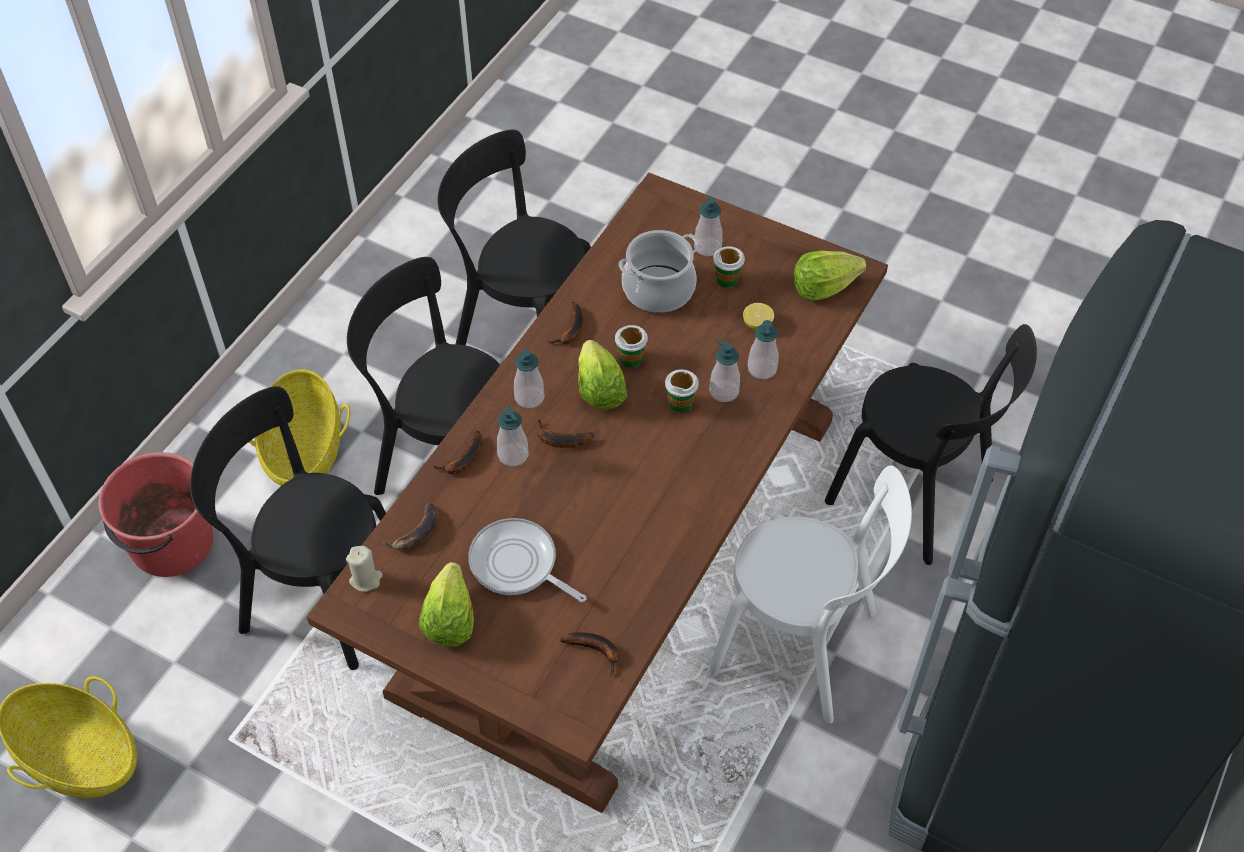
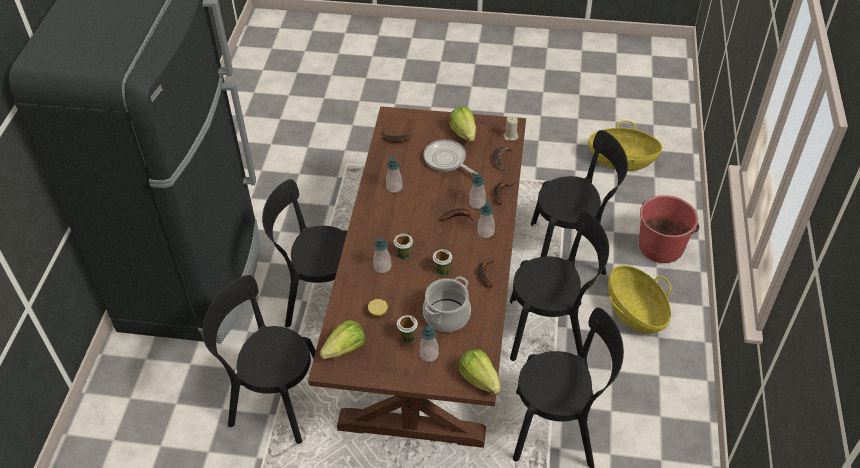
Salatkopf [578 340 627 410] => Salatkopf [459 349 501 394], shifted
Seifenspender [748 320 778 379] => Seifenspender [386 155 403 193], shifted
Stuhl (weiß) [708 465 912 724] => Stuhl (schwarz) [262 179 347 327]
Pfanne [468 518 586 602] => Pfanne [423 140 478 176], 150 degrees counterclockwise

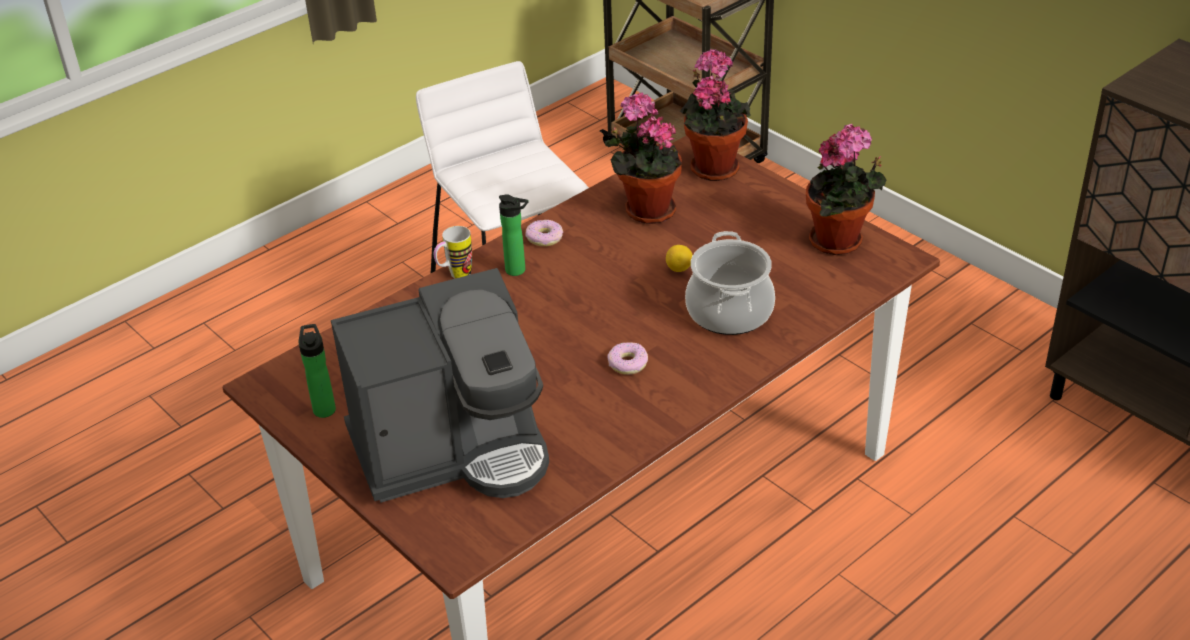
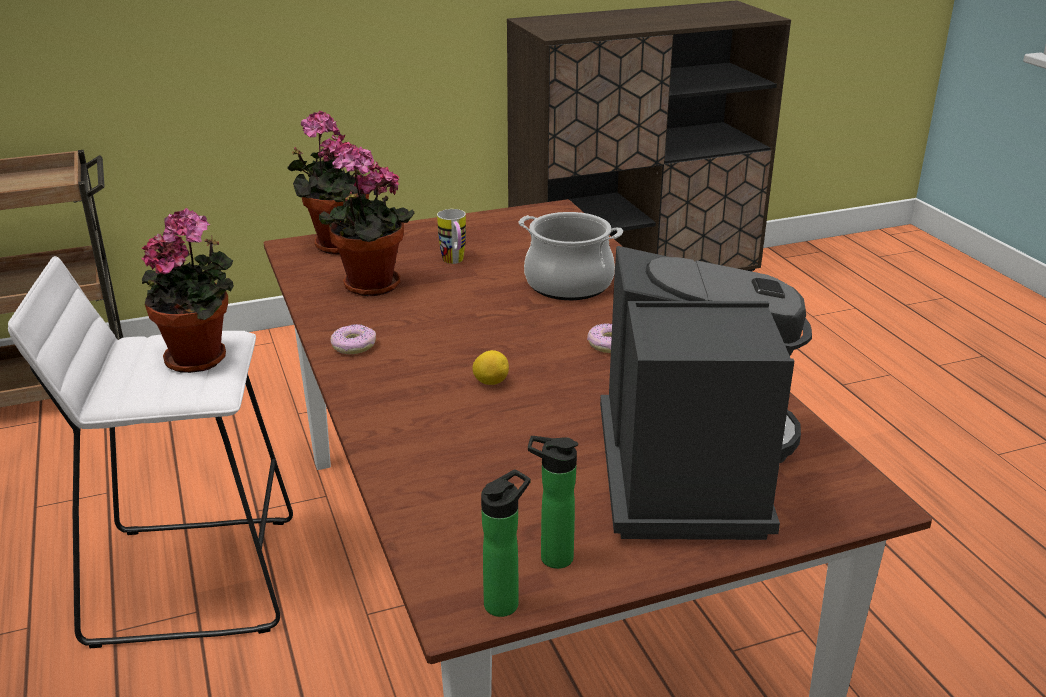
Henkelbecher [434 226 472 279] => Henkelbecher [437 209 466 264], shifted
Flasche [499 194 528 276] => Flasche [481 469 530 617], shifted
Zitrone [666 245 693 272] => Zitrone [473 350 509 385], shifted
Topfpflanze [806 124 887 255] => Topfpflanze [141 208 234 373], shifted

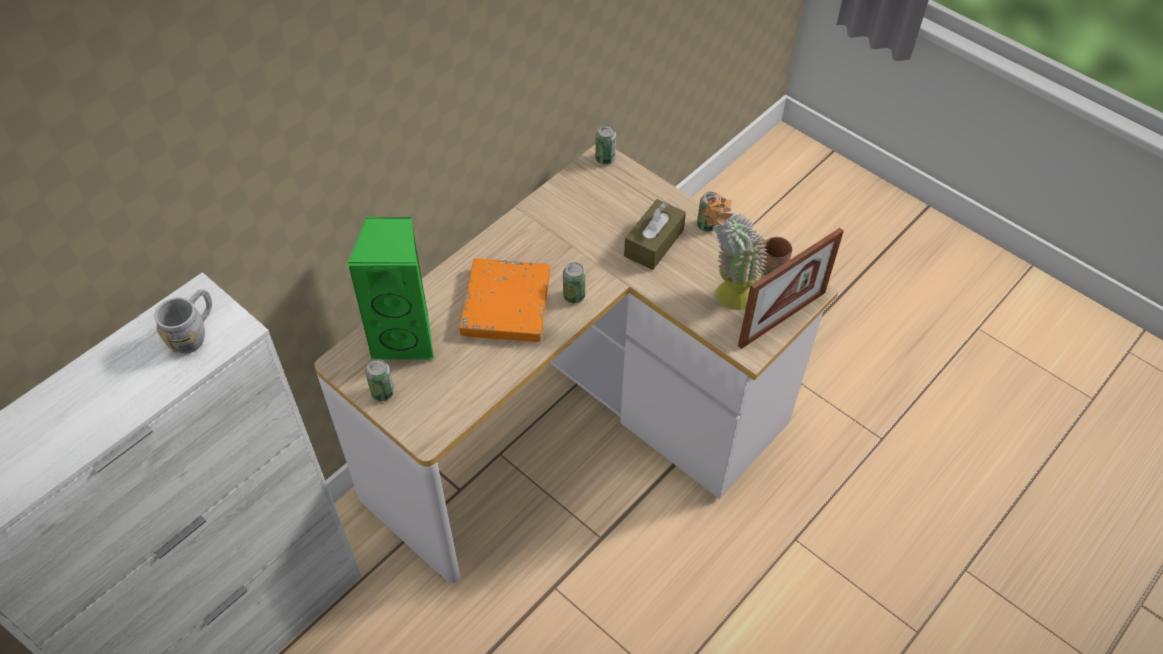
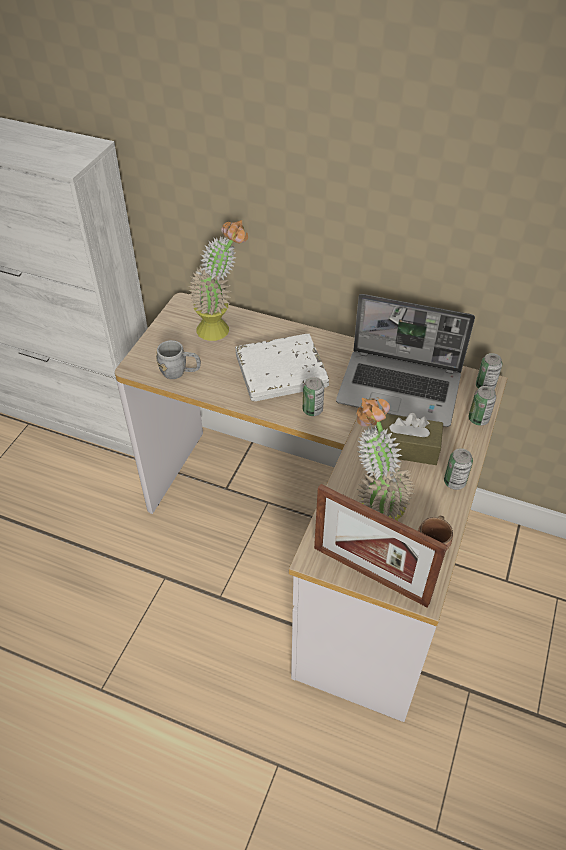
nothing => Laptop [336 294 475 427]
Henkelbecher (grau) [154 289 212 354] => Henkelbecher (grau) [156 340 201 379], shifted
Dose [365 359 395 401] => Dose [469 386 496 426], shifted
Lautsprecher (grün) [347 217 434 359] => Topfpflanze [188 220 248 341]
Buch (orange) [460 258 550 342] => Buch (weiß) [235 334 329 401]

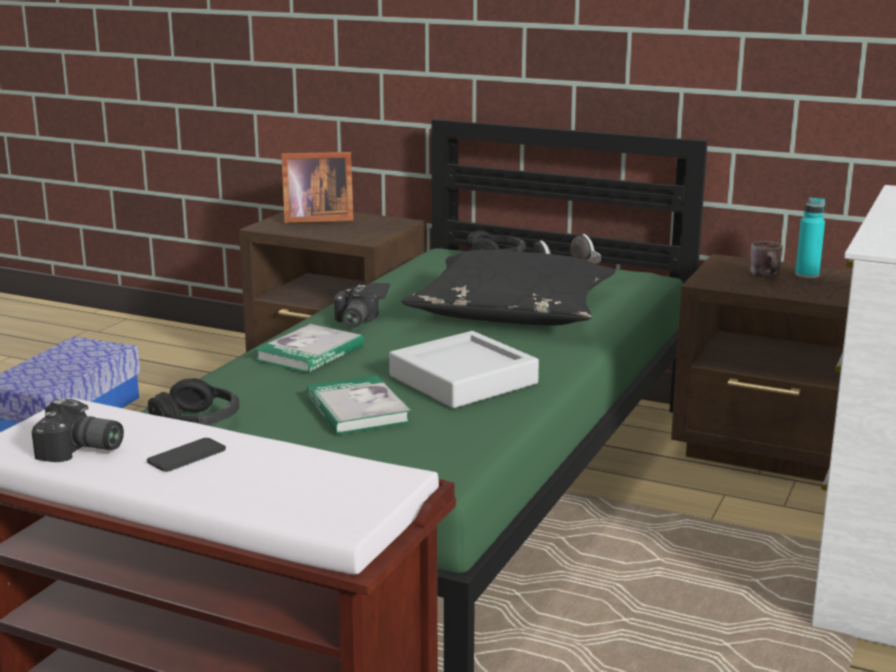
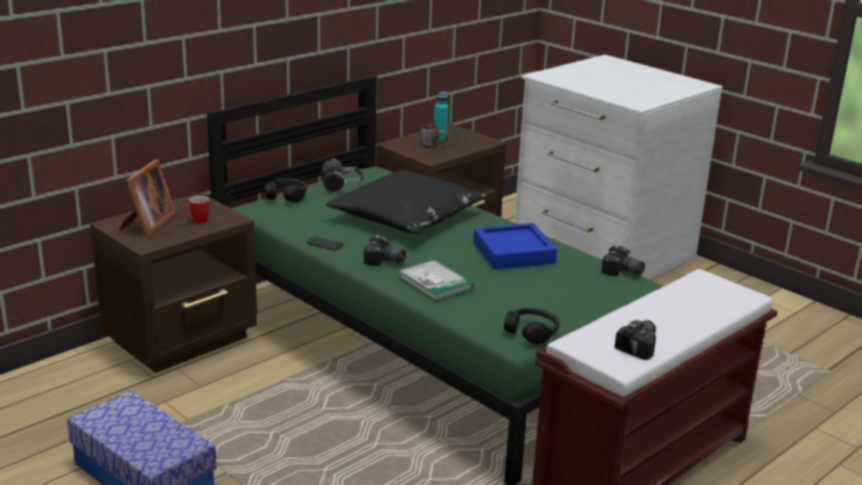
Handy [147 438 226 472] => nothing
Buch [307 375 411 435] => nothing
nothing => Henkelbecher [183 196 209 223]
nothing => Kamera [601 245 645 276]
Tablett (grau) [389 331 539 408] => Tablett (blau) [473 223 557 269]

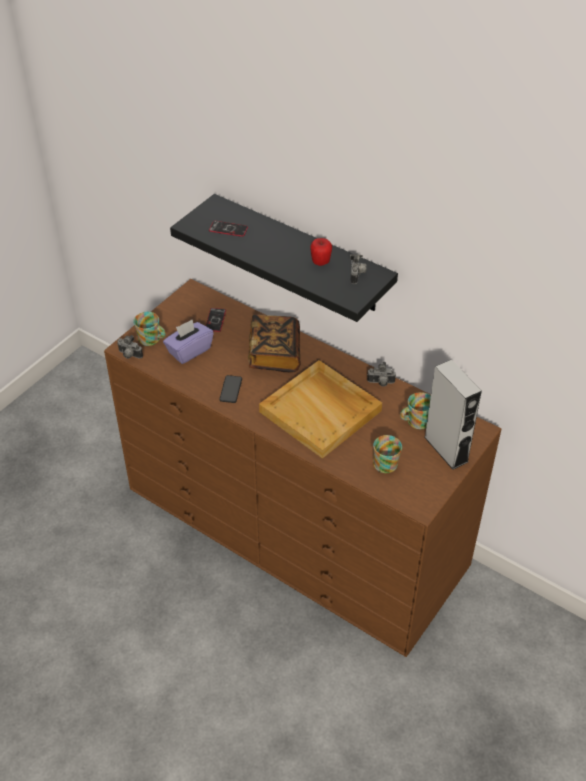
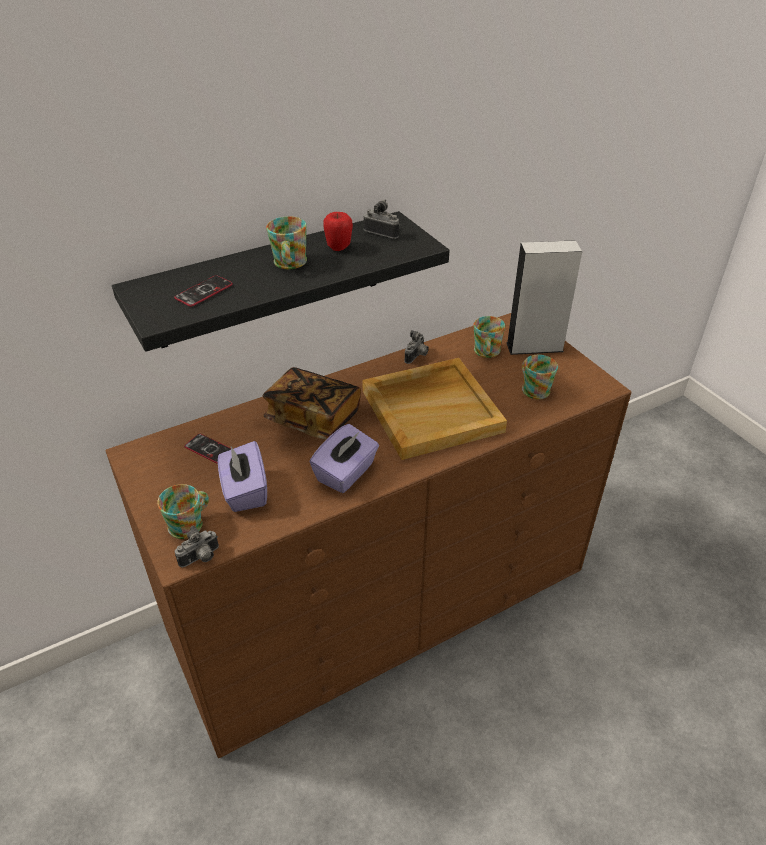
nothing => Henkelbecher [266 216 307 269]
Handy [219 375 242 403] => Taschentuchbox (lila) [310 424 379 493]

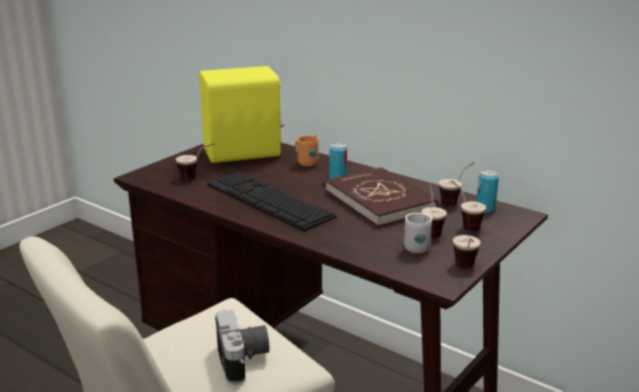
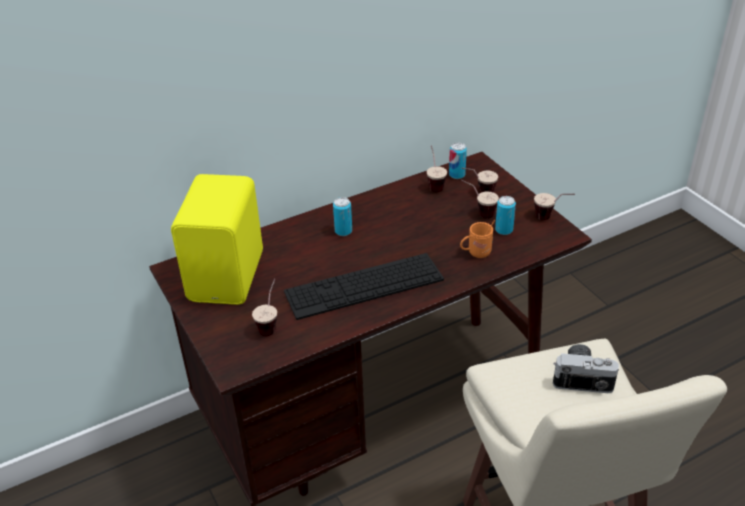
Buch (rot) [326 167 438 227] => nothing
Henkelbecher (orange) [295 135 319 166] => Henkelbecher (orange) [460 220 495 258], shifted
Henkelbecher (weiß) [404 213 432 253] => Dose [495 196 516 235]

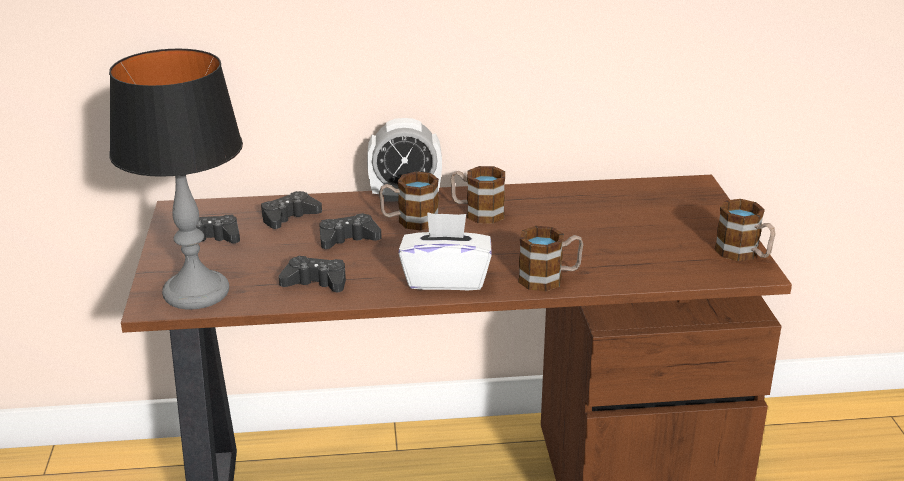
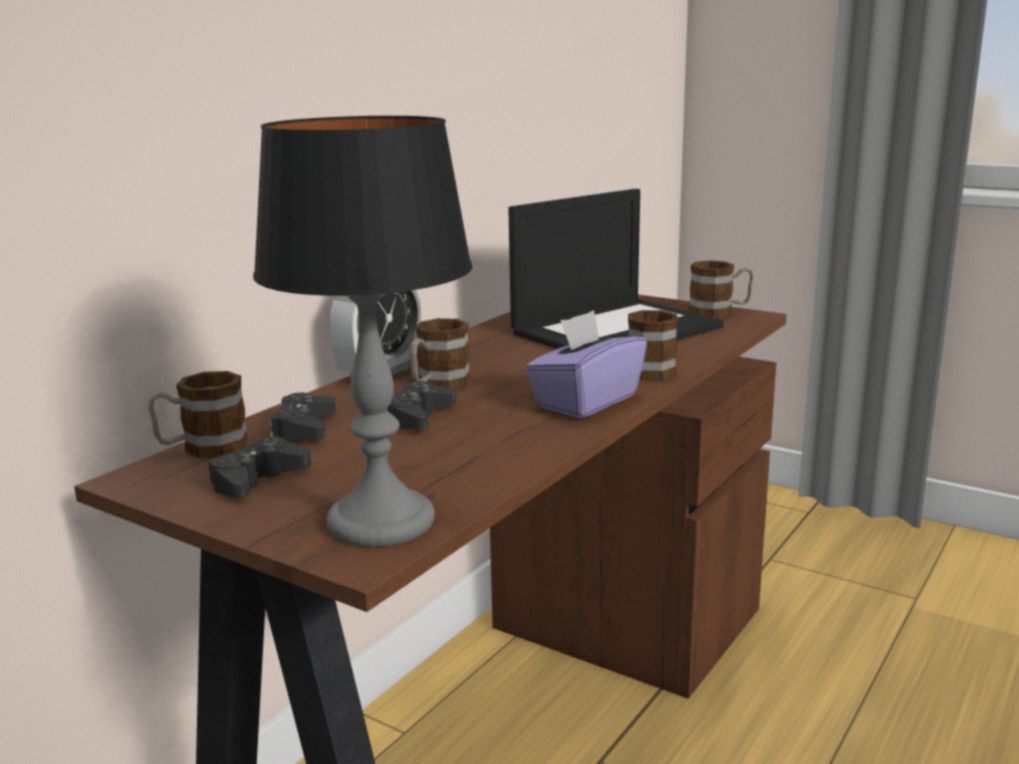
Gamepad (schwarz) [279 256 346 292] => nothing
nothing => Laptop [508 189 724 349]
Henkelbecher [450 166 505 224] => Henkelbecher [148 371 249 458], shifted
Taschentuchbox (weiß) [398 212 492 290] => Taschentuchbox (lila) [525 310 647 418]

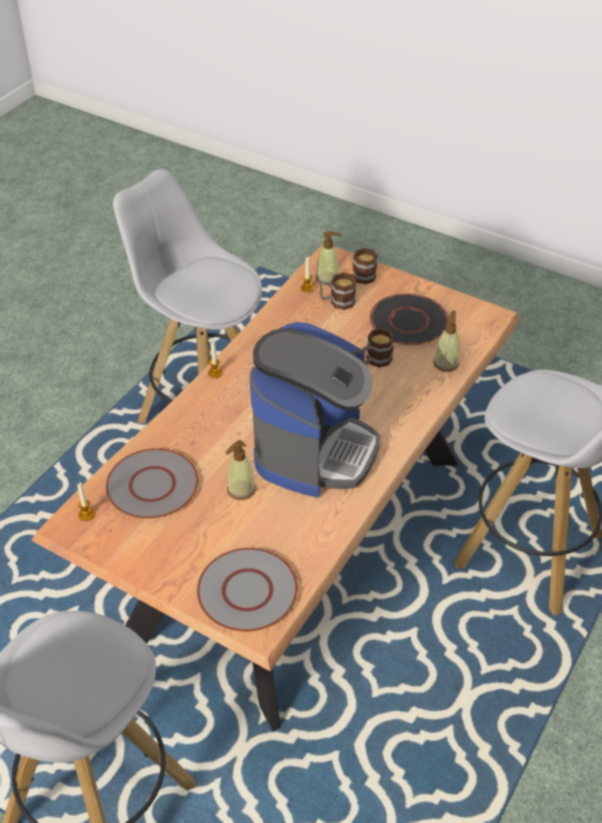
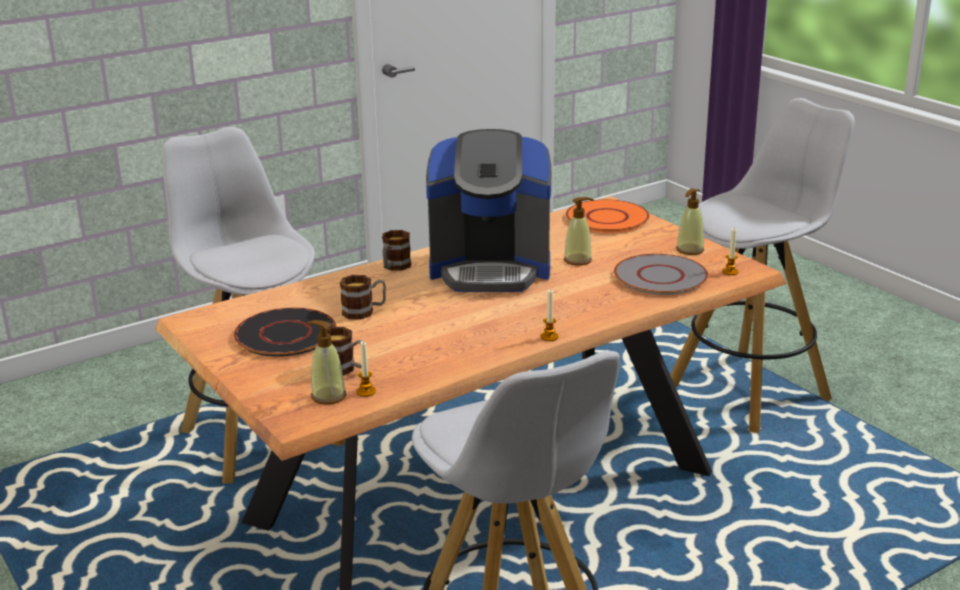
Henkelbecher [353 245 378 284] => Henkelbecher [382 230 411 271], shifted
Seifenspender [433 310 460 372] => Seifenspender [676 188 704 255], shifted
Teller (grau) [197 548 298 632] => Teller (orange) [566 199 650 233]
Kaffeemaschine [250 322 380 498] => Kaffeemaschine [426 129 551 292], 135 degrees counterclockwise

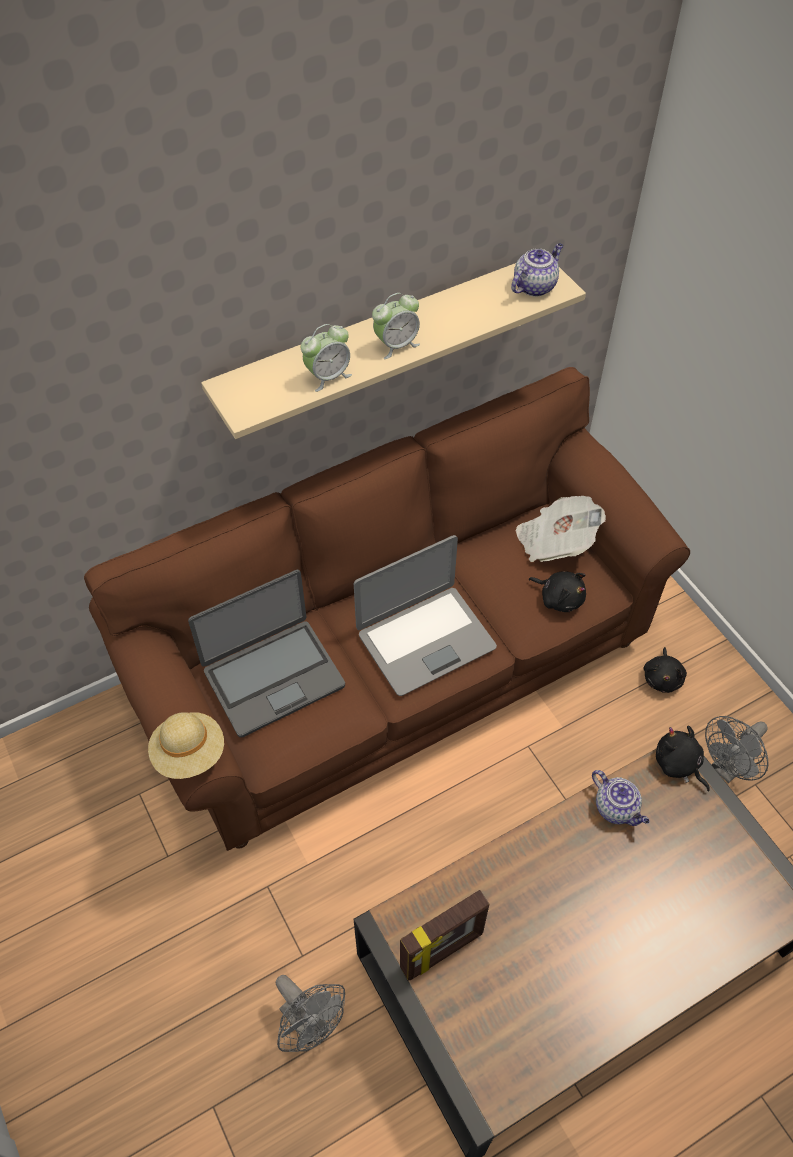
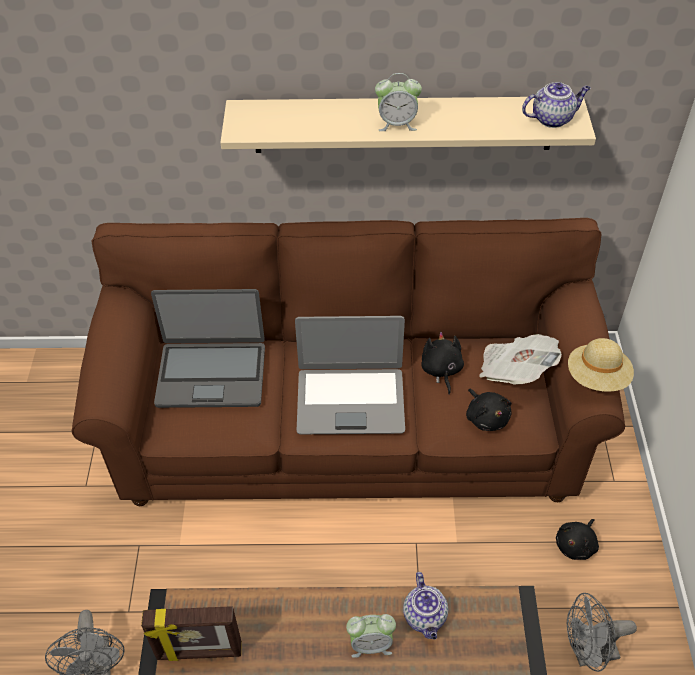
Hut (beige) [148 712 224 779] => Hut (beige) [568 338 634 392], shifted
Wecker [301 324 352 392] => Wecker [346 614 396 658], shifted
Plüschtier (schwarz) [656 726 710 791] => Plüschtier (schwarz) [421 332 464 395], shifted

